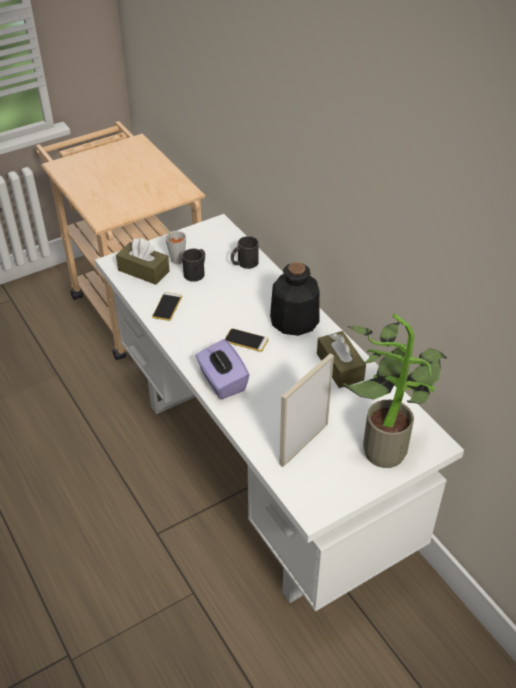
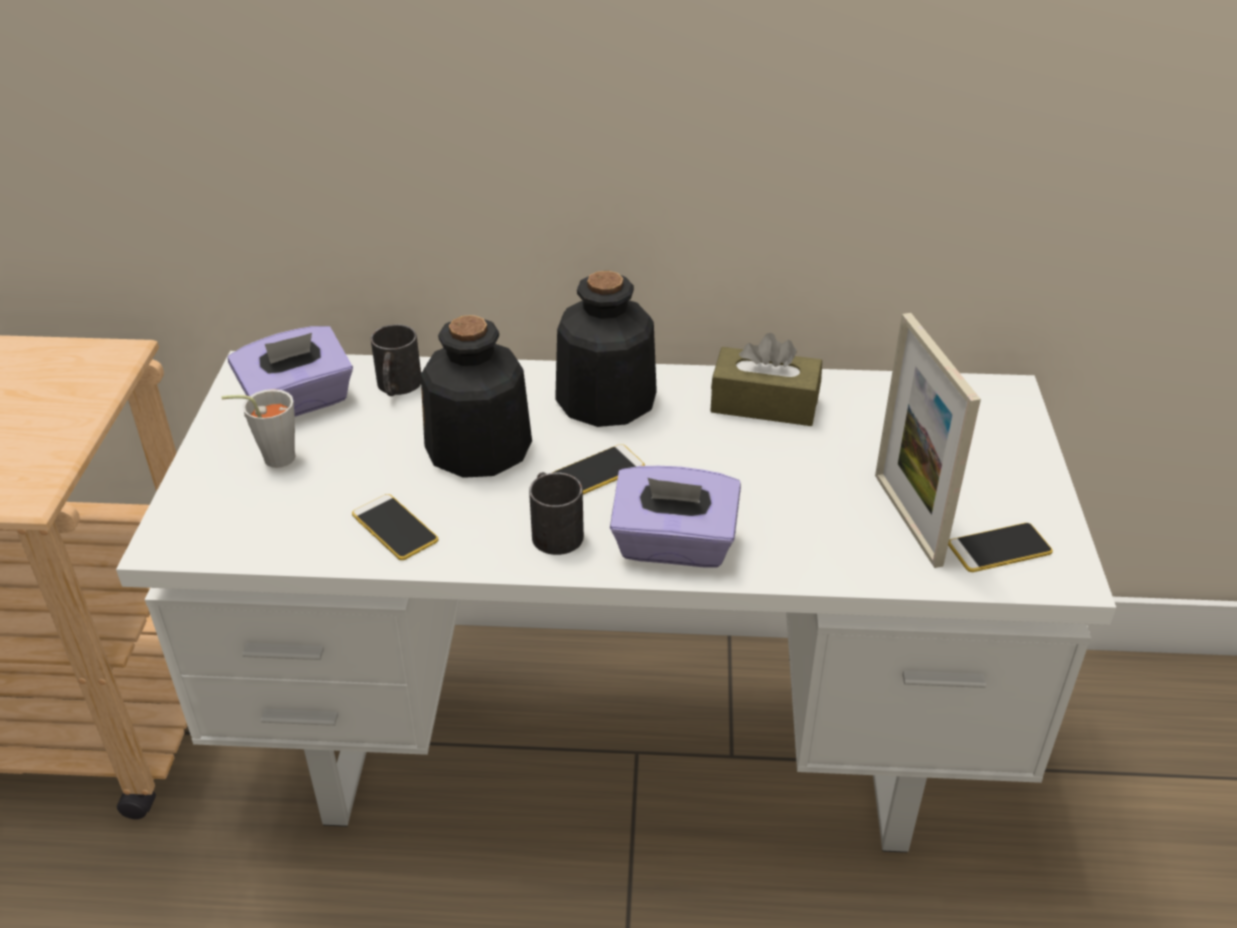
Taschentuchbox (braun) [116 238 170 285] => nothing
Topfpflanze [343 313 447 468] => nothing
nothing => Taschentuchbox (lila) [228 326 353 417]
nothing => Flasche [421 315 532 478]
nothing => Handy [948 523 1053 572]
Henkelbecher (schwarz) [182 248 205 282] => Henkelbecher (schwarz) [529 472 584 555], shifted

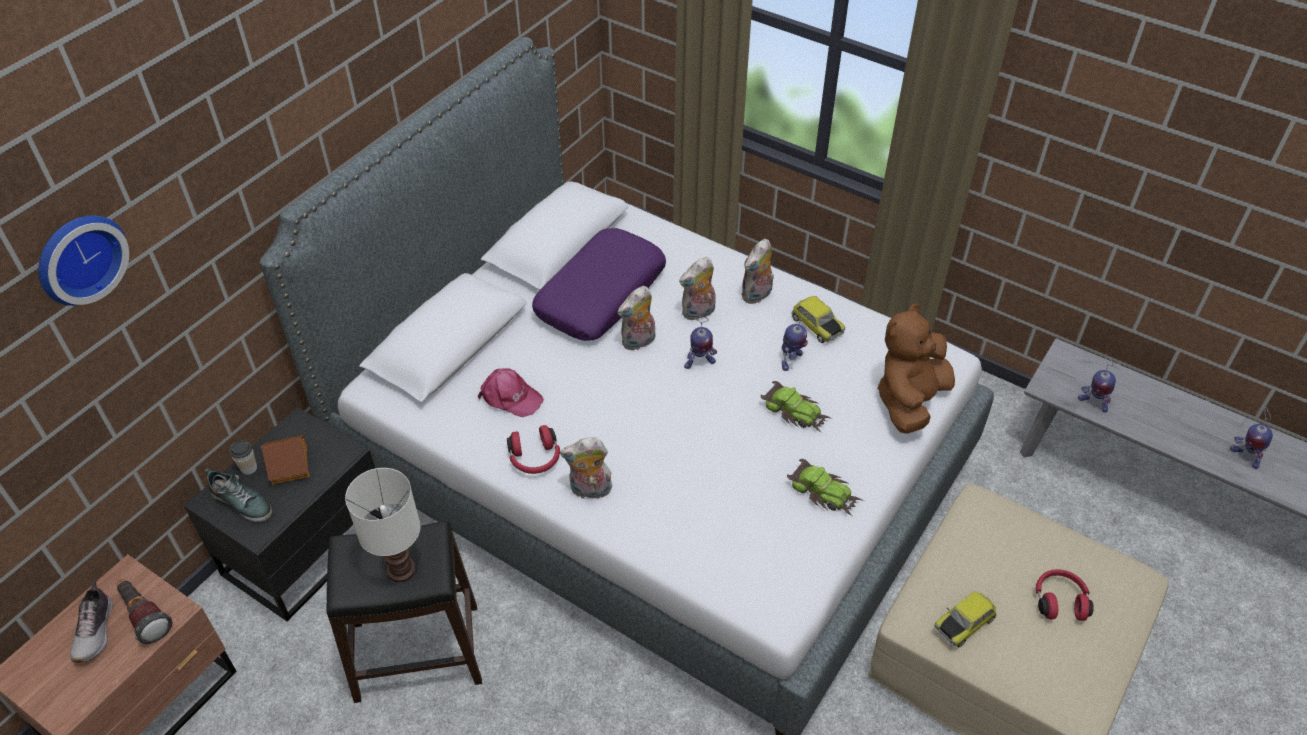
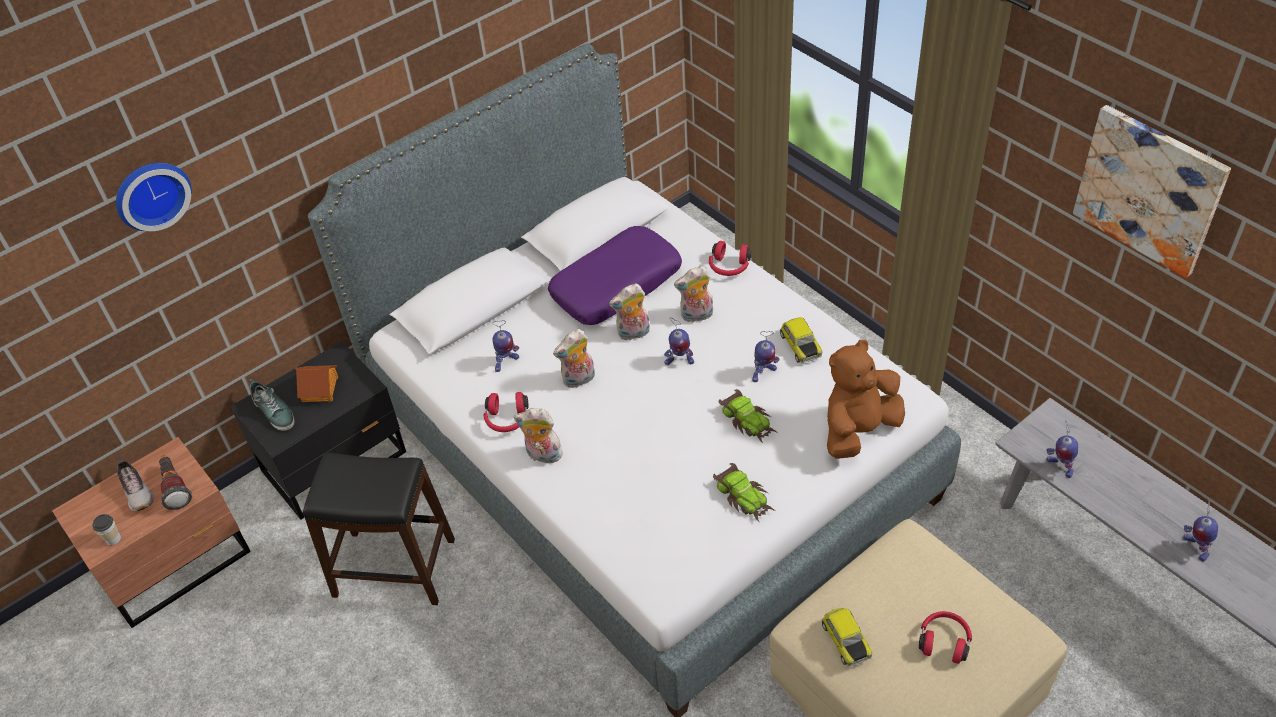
Tischlampe (weiß) [345 468 421 582] => nothing
nothing => Kopfhörer (rot) [709 241 751 276]
nothing => Bild [1073 105 1231 278]
Tasse [230 440 257 475] => Tasse [92 514 121 545], shifted
Plüschtier [741 239 774 304] => Plüschtier [553 329 595 388], shifted
Kappe (rosa) [478 368 544 417] => Spielzeugroboter [492 320 519 372]
Schuh [70 580 113 662] => Schuh [117 456 154 512], 45 degrees counterclockwise
Spielzeugauto [934 591 997 648] => Spielzeugauto [821 608 872 667], 90 degrees counterclockwise

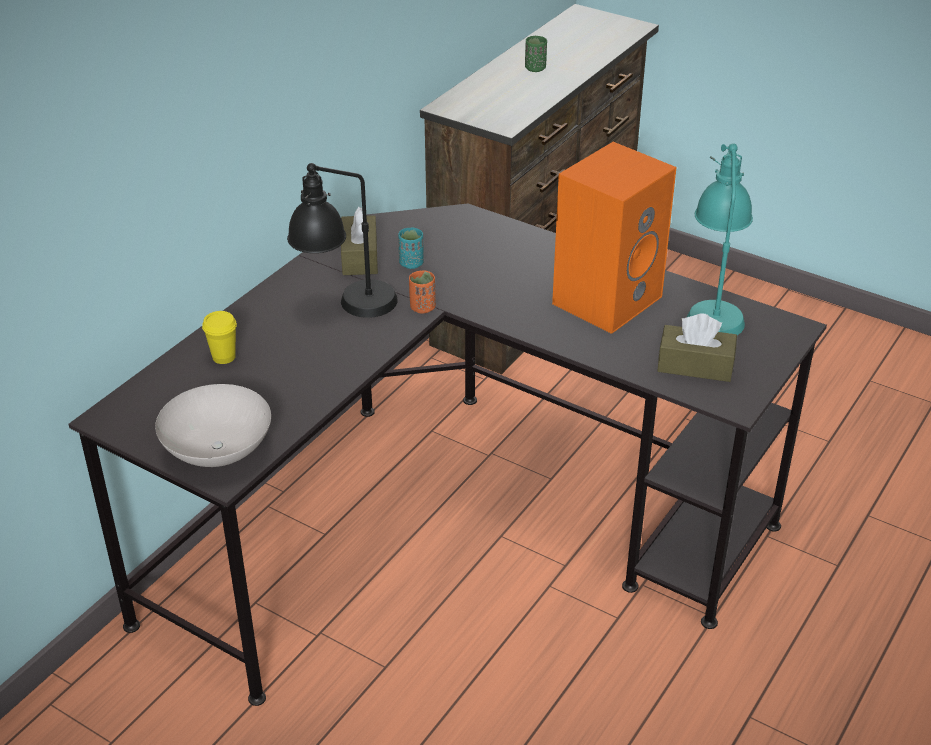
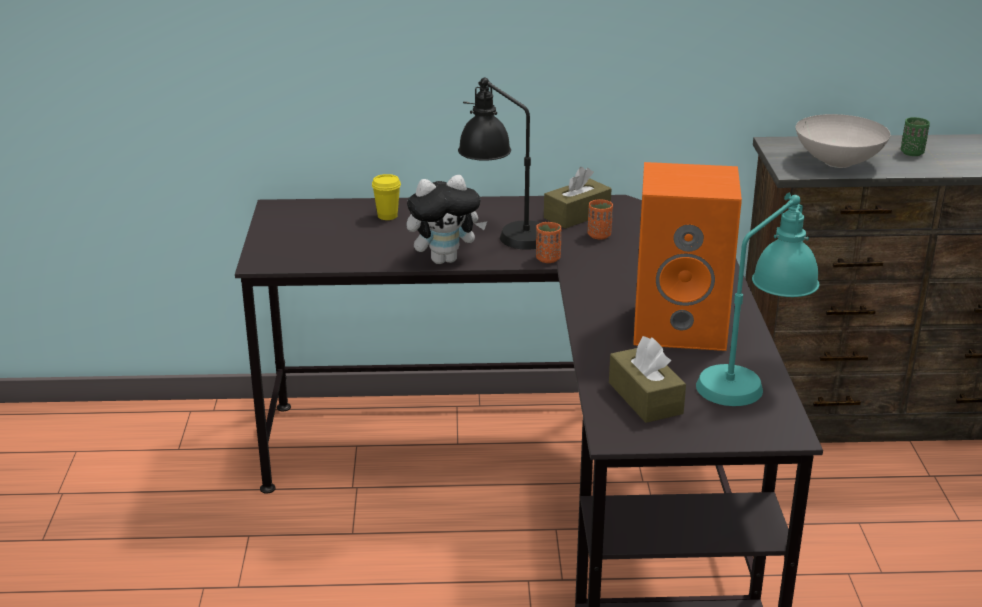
nothing => Plüschtier [406 175 487 264]
Schüssel (weiß) [155 384 271 467] => Schüssel (weiß) [796 114 890 168], shifted
Tasse (türkis) [398 227 424 269] => Tasse (orange) [588 199 613 239]

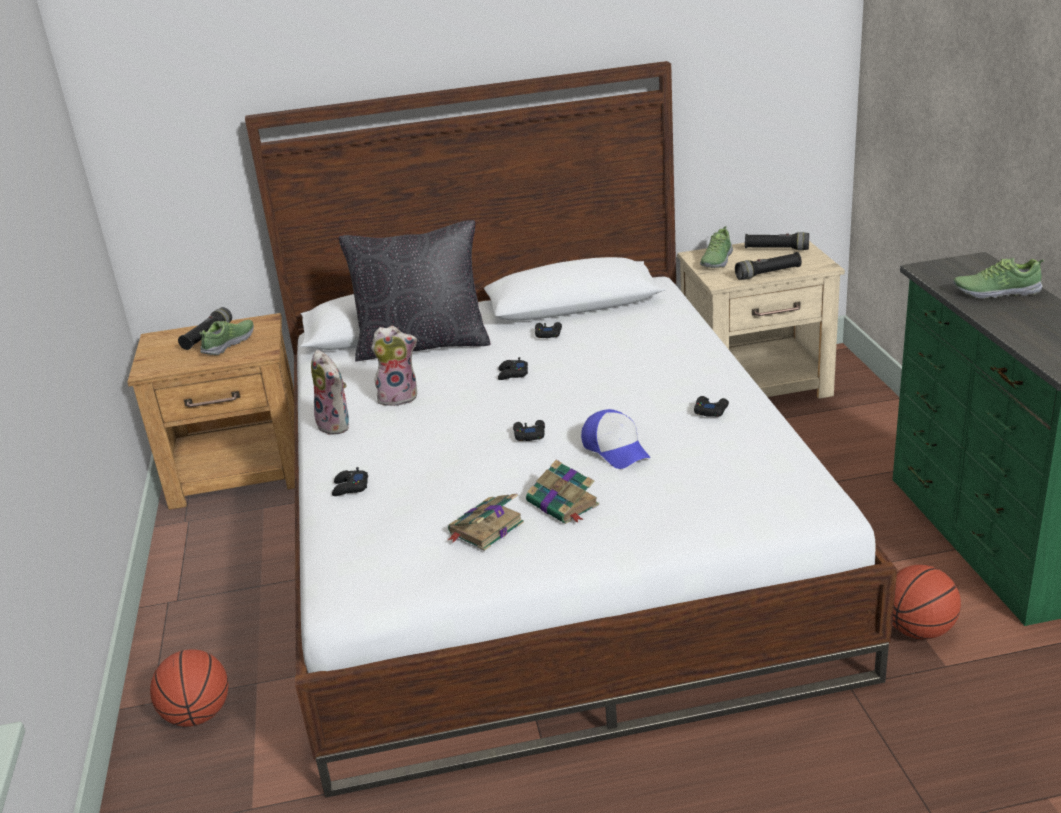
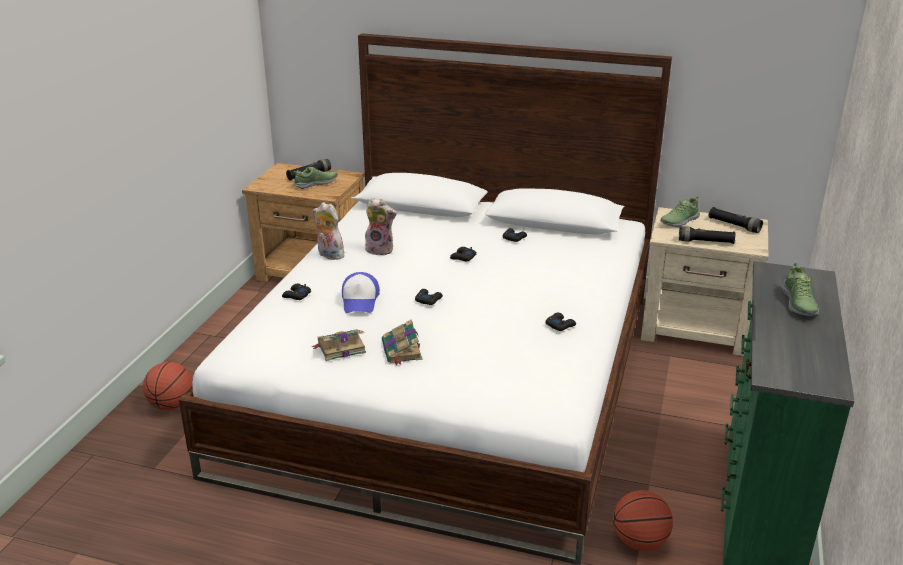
Kissen (schwarz) [339 220 491 361] => nothing
Kappe [581 409 650 469] => Kappe [342 272 380 313], shifted
Plüschtier [311 350 349 435] => Plüschtier [312 202 344 260], 135 degrees clockwise
Schuh [953 258 1044 299] => Schuh [781 263 819 316], 120 degrees counterclockwise

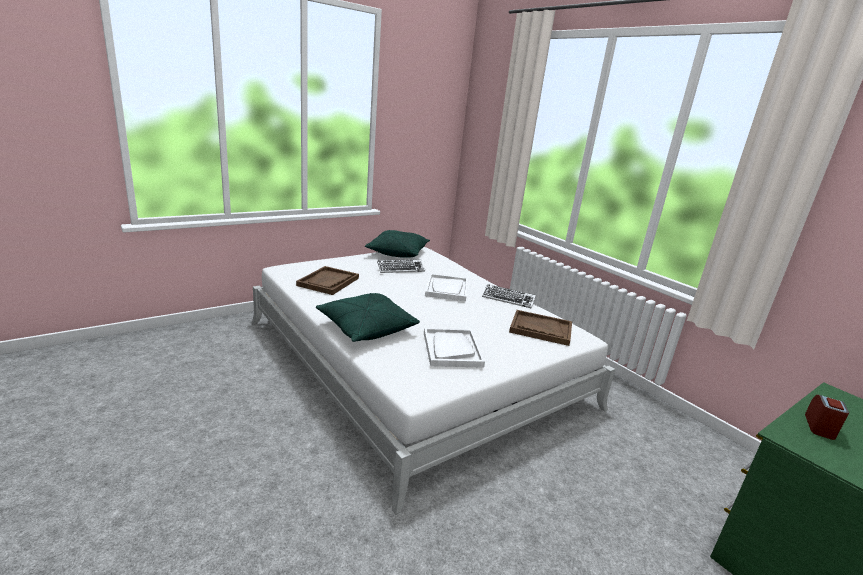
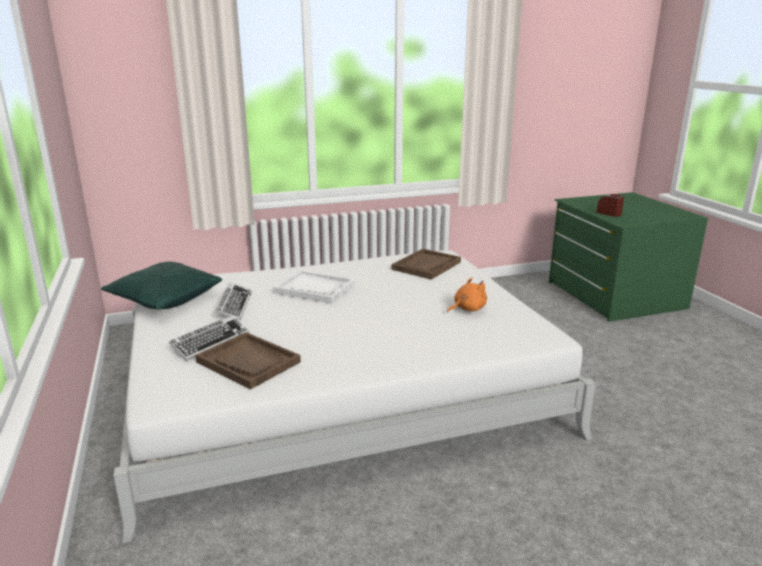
Kissen (grün) [316 293 420 342] => nothing
Tastatur [482 284 536 308] => Tastatur [169 315 249 361], shifted
Tablett (weiß) [424 328 485 368] => Plüschtier (orange) [447 278 487 313]

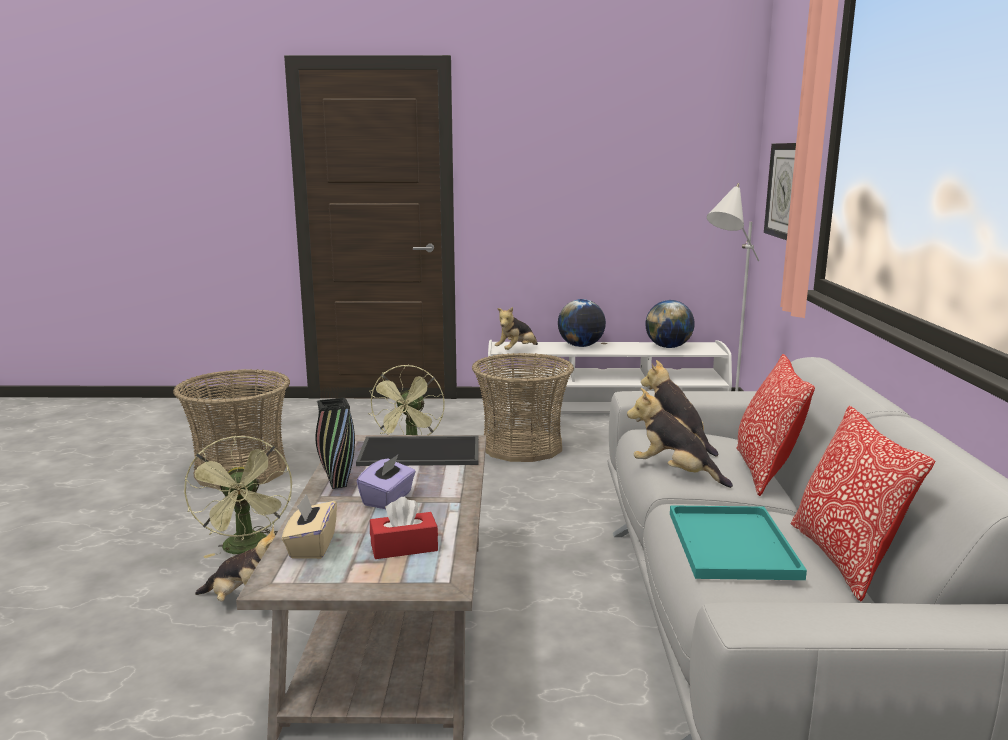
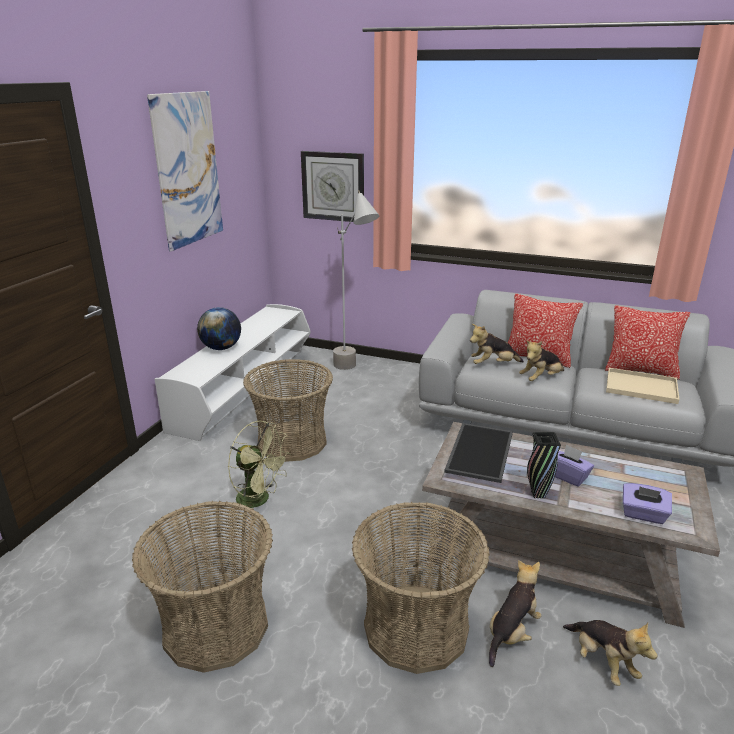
Taschentuchbox (rot) [370 497 438 559] => nothing
Globus [645 300 695 348] => nothing
nothing => Bild [147 91 223 252]
Plüschtier [495 307 538 350] => Plüschtier [563 620 657 686], shifted
Ventilator (grün) [184 436 292 558] => Korb [352 502 490 674]
Taschentuchbox (beige) [282 494 337 559] => Taschentuchbox (lila) [623 483 672 524]
Tablett (türkis) [670 505 807 580] => Tablett (beige) [606 368 680 404]

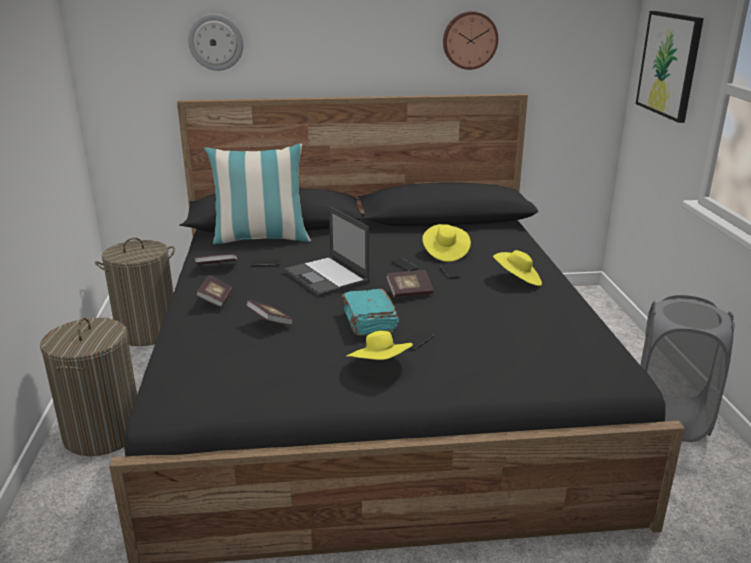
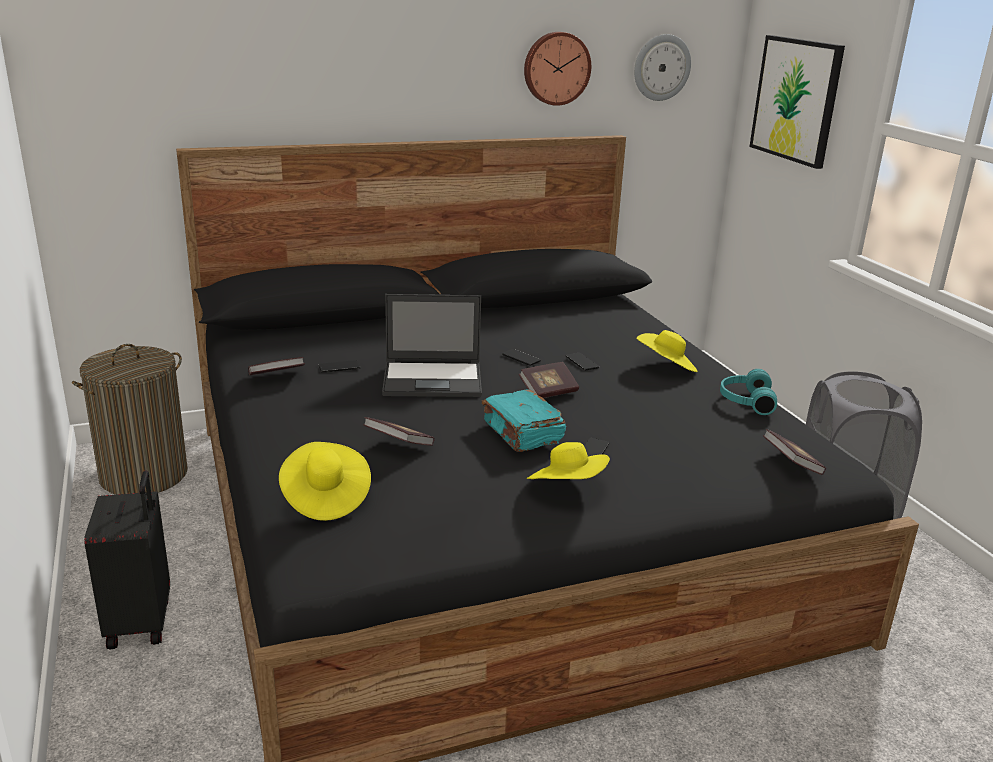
Kissen [204 144 311 244] => nothing
nothing => Kopfhörer (türkis) [720 369 777 415]
Wanduhr [188 14 243 71] => Wanduhr [634 34 691 101], shifted
Buch [196 275 232 307] => Buch [763 429 826 475], shifted
Hut (gelb) [422 224 471 262] => Hut (gelb) [279 442 371 521], shifted
Wäschekorb [40 317 137 456] => Koffer (schwarz) [84 471 170 650]
Laptop [284 206 370 297] => Laptop [382 294 482 397], 45 degrees counterclockwise

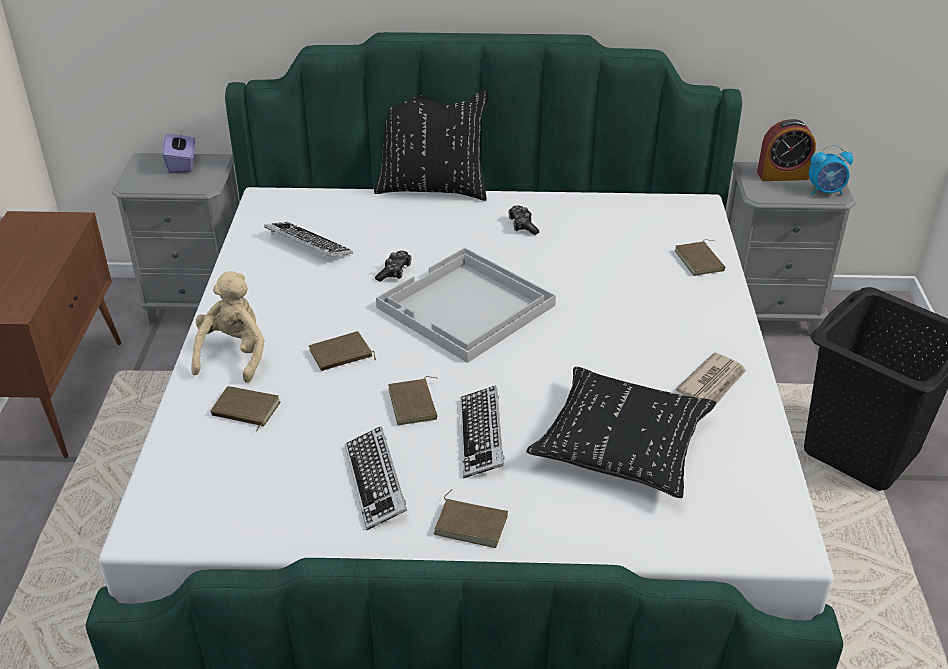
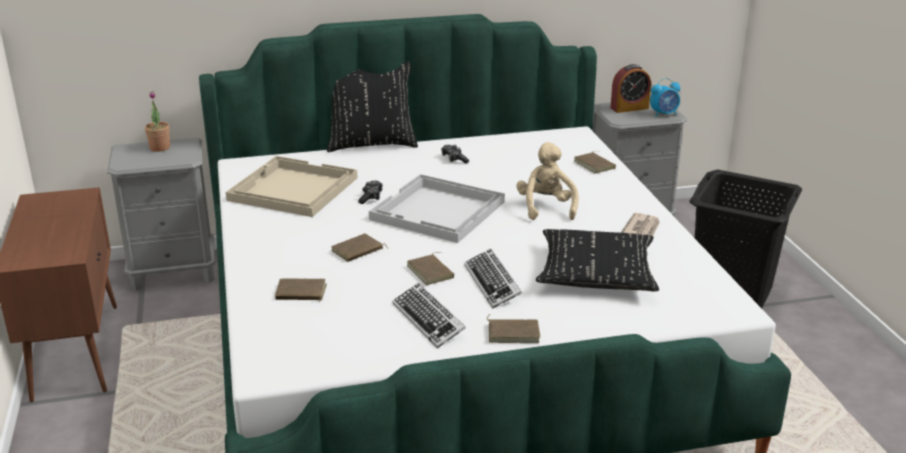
Plüschtier (beige) [191 271 265 383] => Plüschtier (beige) [516 142 579 220], shifted
Taschentuchbox (lila) [162 131 195 174] => Topfpflanze [145 91 170 152]
Tastatur [264 222 353 258] => Tablett (beige) [226 156 358 217]

